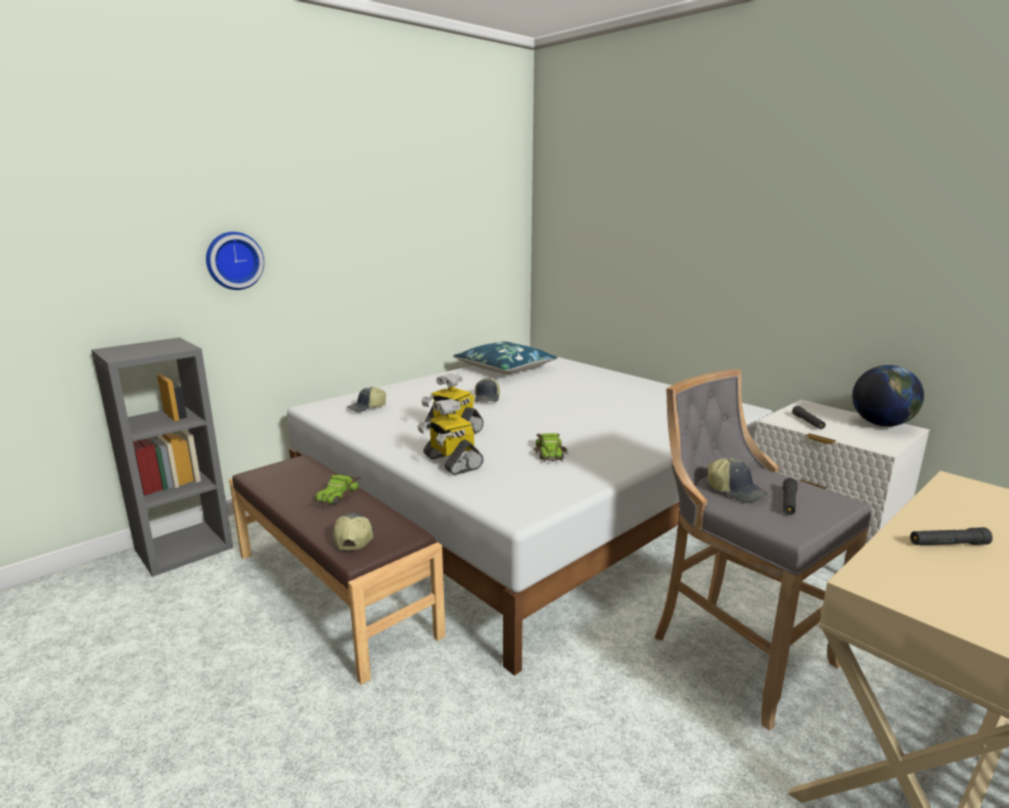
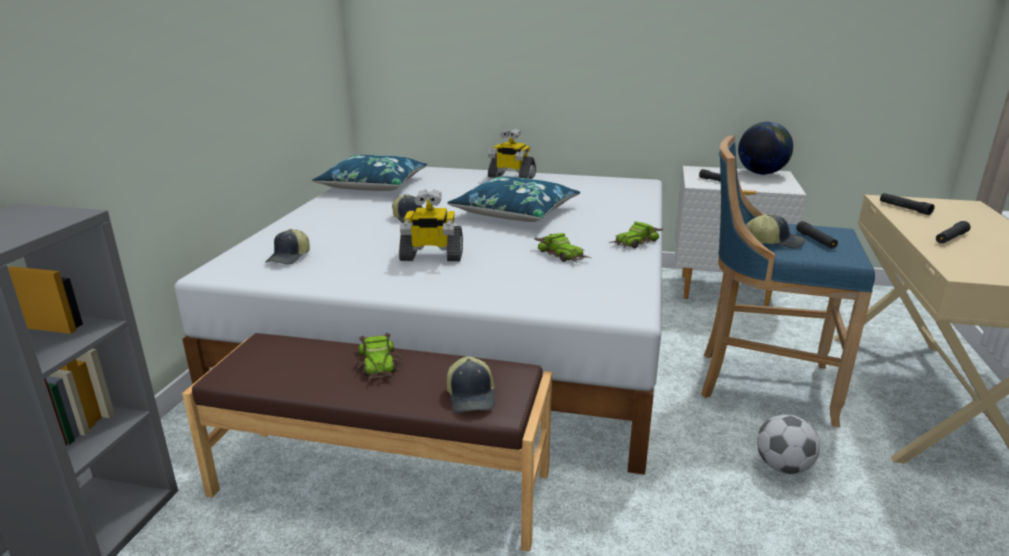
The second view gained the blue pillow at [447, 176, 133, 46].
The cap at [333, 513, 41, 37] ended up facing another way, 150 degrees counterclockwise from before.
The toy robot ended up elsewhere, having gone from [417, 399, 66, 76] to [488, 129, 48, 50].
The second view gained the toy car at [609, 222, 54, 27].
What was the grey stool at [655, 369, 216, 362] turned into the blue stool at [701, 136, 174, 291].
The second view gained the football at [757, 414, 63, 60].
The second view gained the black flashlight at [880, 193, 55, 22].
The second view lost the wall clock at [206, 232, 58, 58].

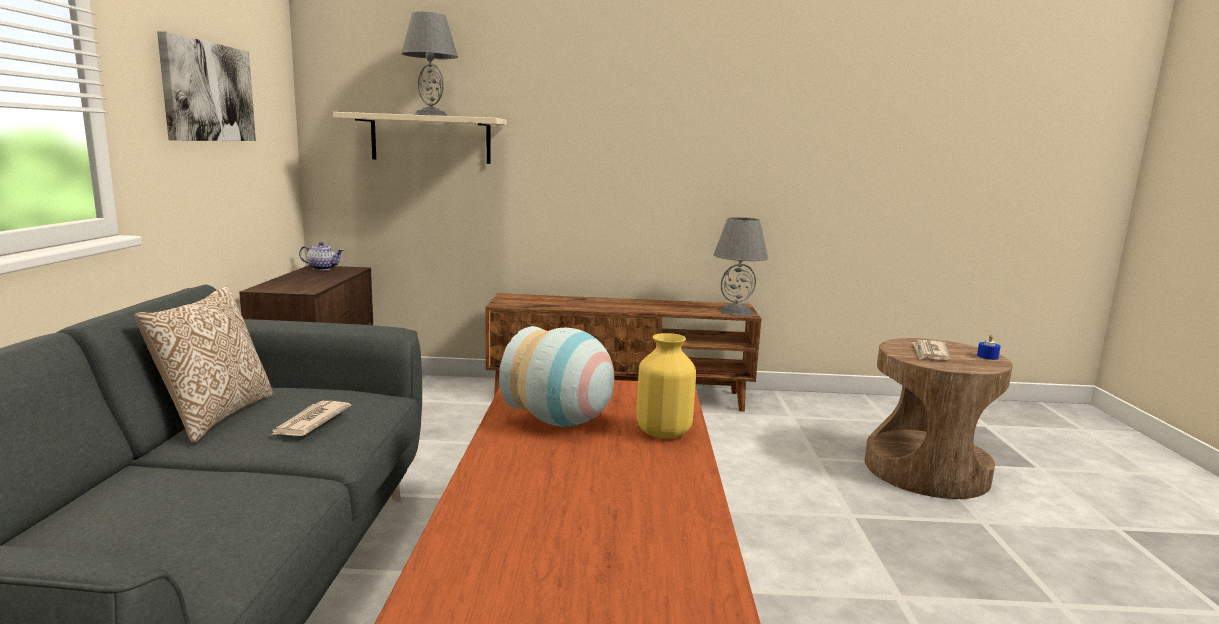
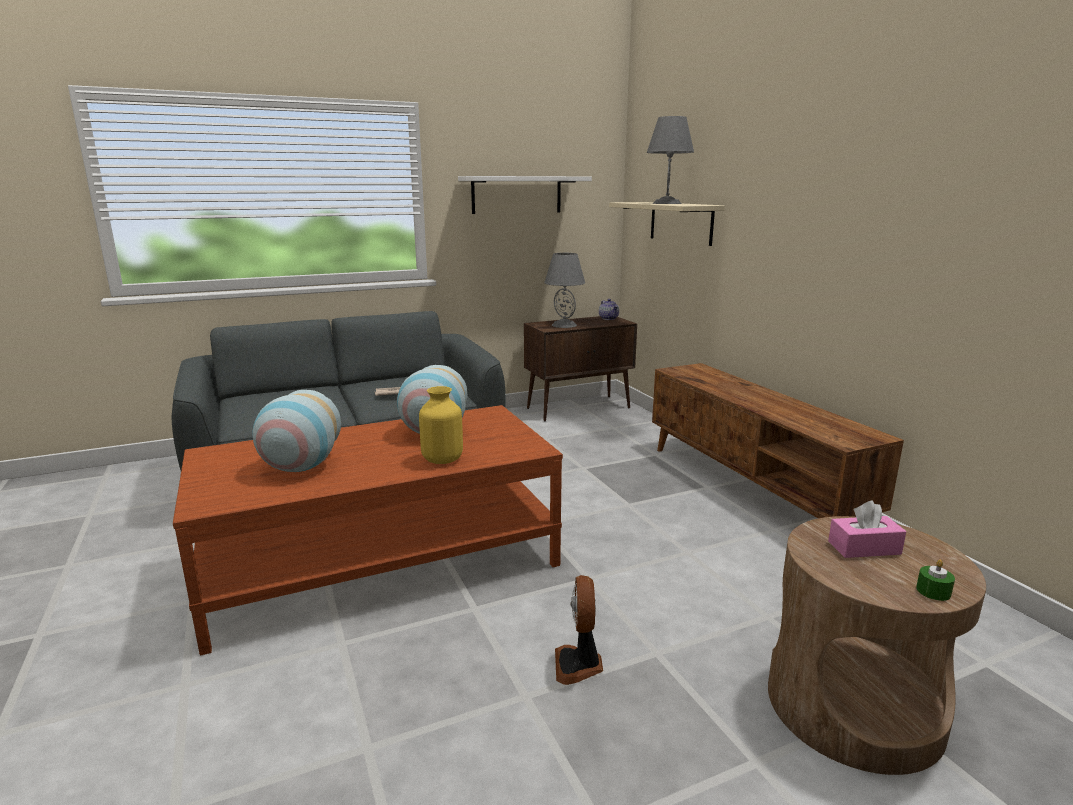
The second view gained the vase at [252, 390, 89, 82].
Where the picture hung at [157, 31, 99, 110], the white shelf came to hang at [458, 176, 134, 38].
The grey table lamp ended up elsewhere, having gone from [713, 217, 55, 99] to [544, 253, 41, 75].
The second view gained the fan at [555, 575, 48, 110].
Where the newspaper stood at [912, 340, 39, 20], the pink tissue box came to stand at [828, 501, 78, 57].
What was the blue candle at [977, 335, 24, 25] turned into the green candle at [916, 560, 39, 41].
The second view lost the pillow at [135, 285, 138, 158].

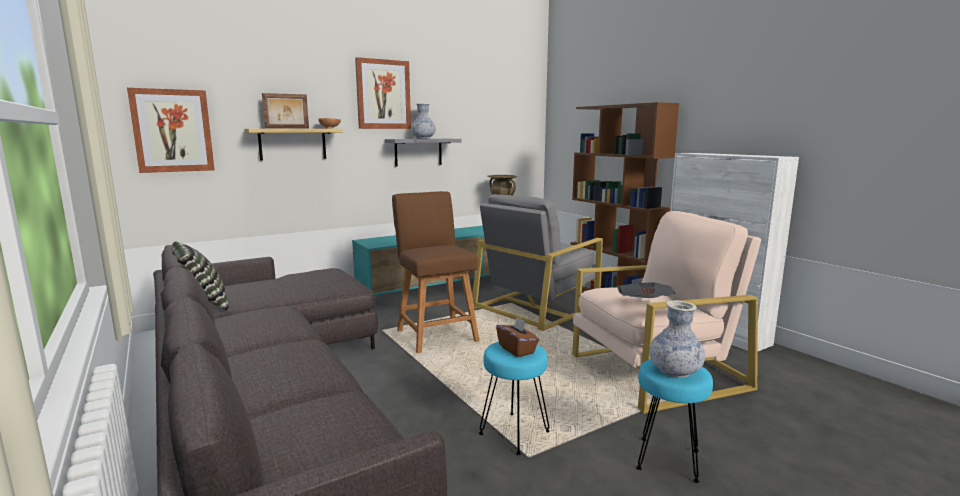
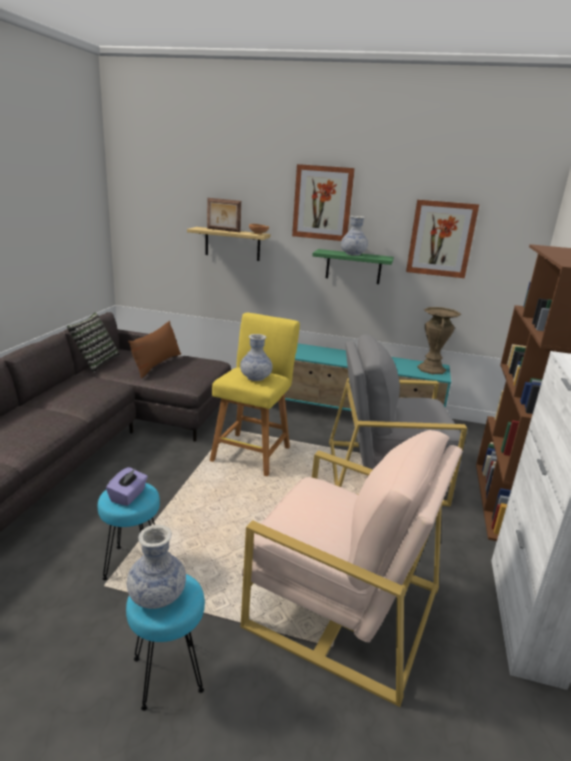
What was the brown tissue box at [496, 317, 43, 40] turned into the purple tissue box at [106, 467, 42, 39].
The second view gained the brown pillow at [128, 321, 53, 58].
What was the brown stool at [392, 191, 87, 162] turned into the yellow stool at [210, 313, 90, 163].
The second view gained the vase at [240, 334, 33, 47].
What was the grey shelf at [385, 139, 76, 28] turned into the green shelf at [312, 249, 82, 35].
The picture ended up elsewhere, having gone from [127, 88, 88, 85] to [406, 200, 73, 78].
The second view lost the newspaper at [617, 282, 58, 16].

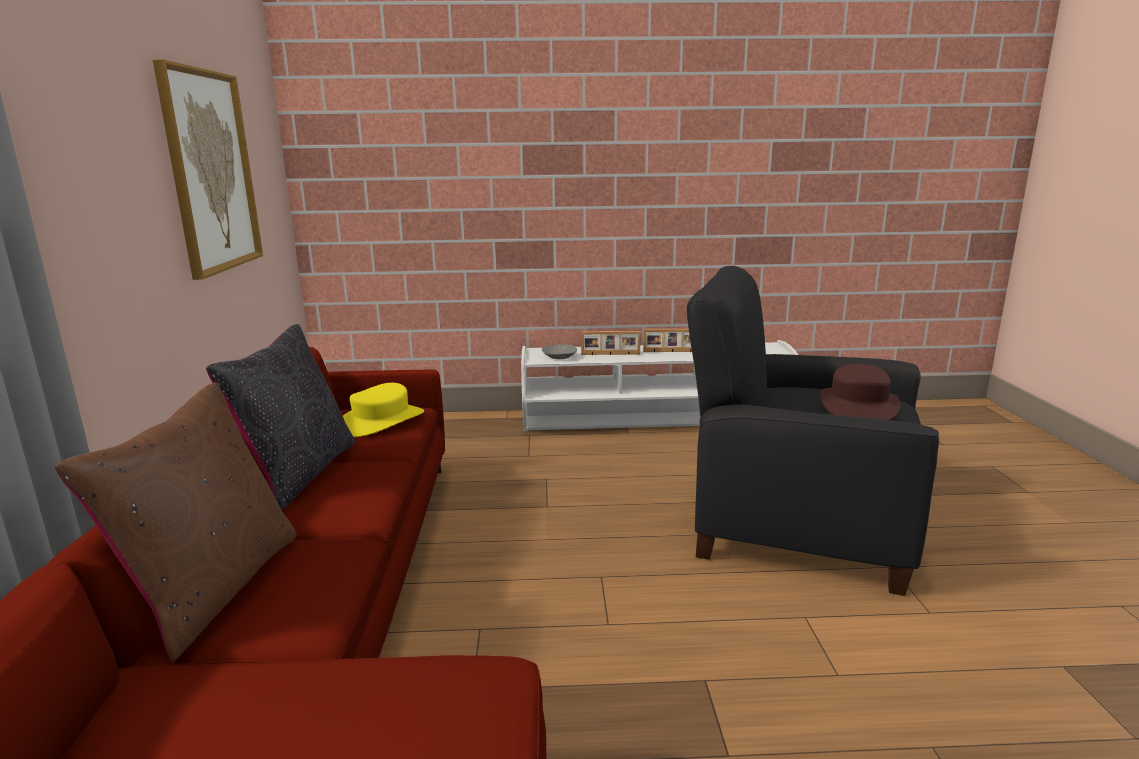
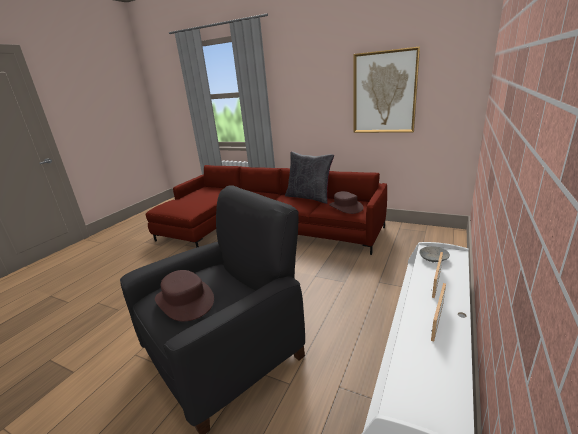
What was the yellow hat at [343, 383, 81, 54] turned into the brown hat at [329, 191, 34, 23].
The second view lost the brown pillow at [55, 382, 242, 280].

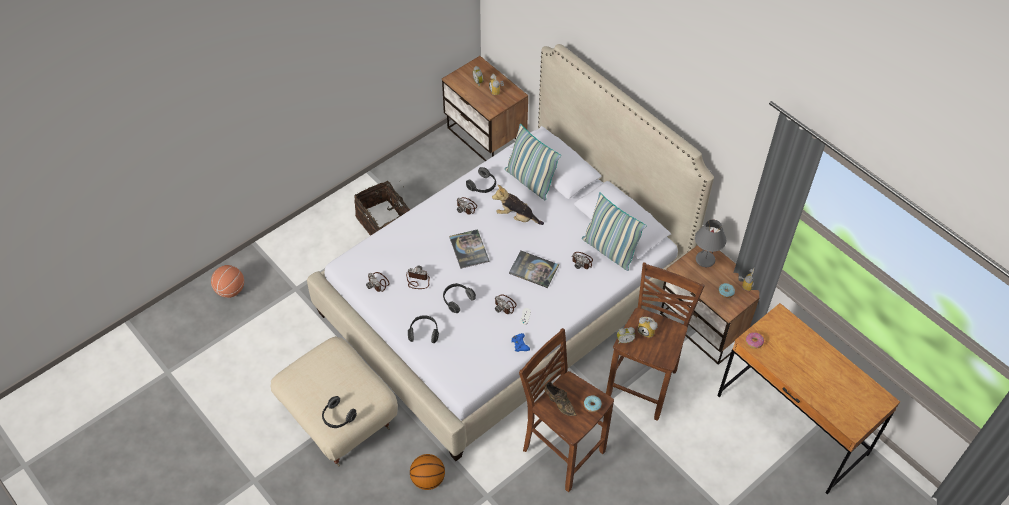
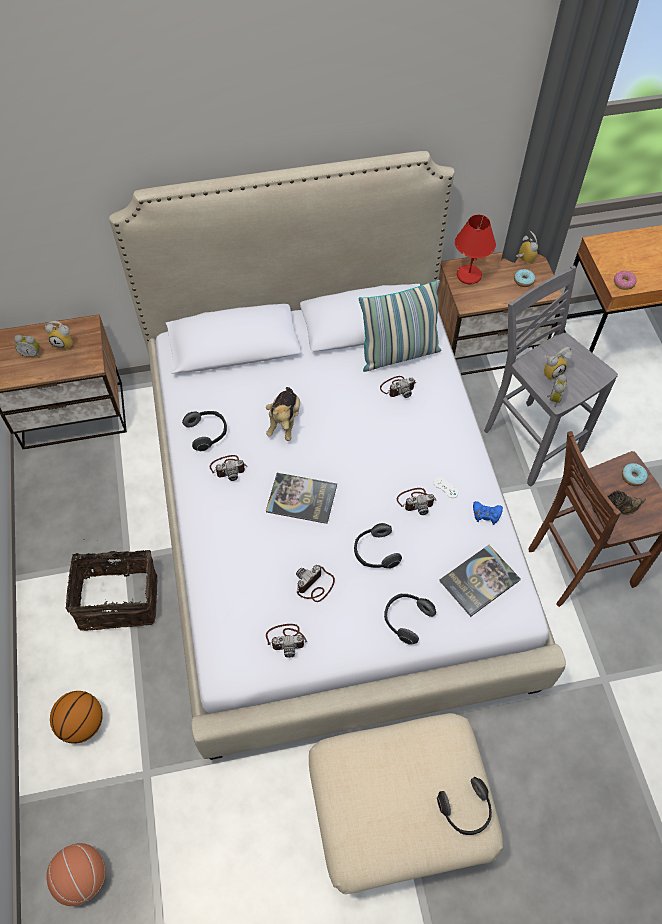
The basketball ended up elsewhere, having gone from [410, 454, 35, 36] to [50, 691, 53, 53].
The plush toy at [492, 185, 52, 40] ended up facing another way, 45 degrees counterclockwise from before.
The book ended up elsewhere, having gone from [509, 250, 50, 38] to [439, 545, 82, 72].
What was the grey table lamp at [695, 220, 31, 47] turned into the red table lamp at [455, 215, 41, 69].
What was the brown stool at [606, 262, 99, 159] turned into the grey stool at [484, 265, 134, 222].
The second view lost the pillow at [505, 124, 56, 76].

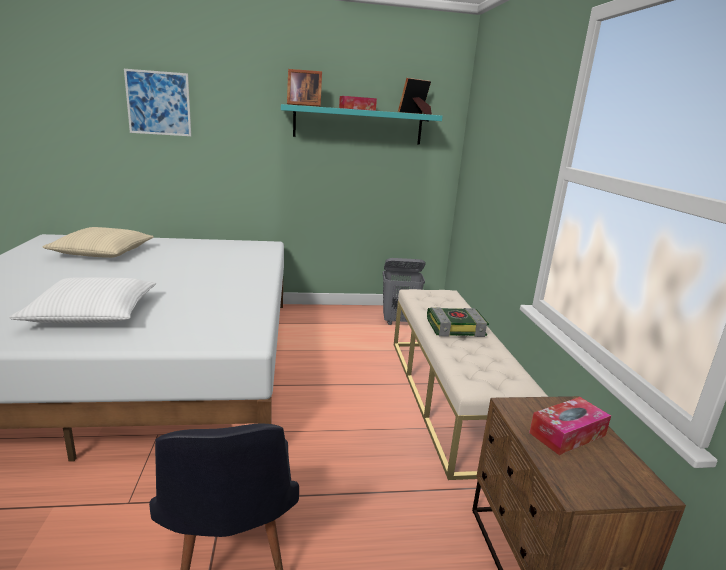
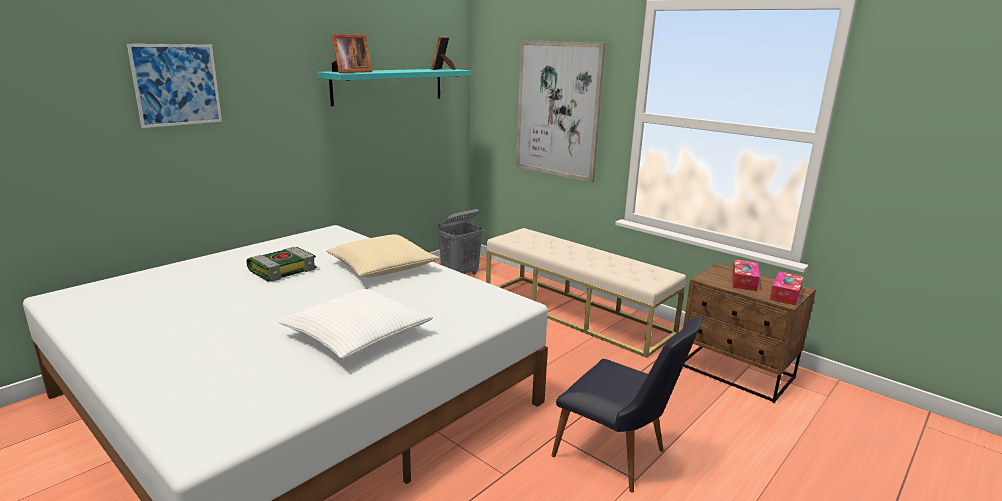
The book ended up elsewhere, having gone from [427, 307, 62, 30] to [247, 247, 70, 35].
The beige pillow ended up elsewhere, having gone from [42, 227, 112, 31] to [326, 234, 114, 43].
The second view gained the picture at [516, 40, 90, 143].
The tissue box ended up elsewhere, having gone from [339, 96, 38, 15] to [770, 271, 34, 35].

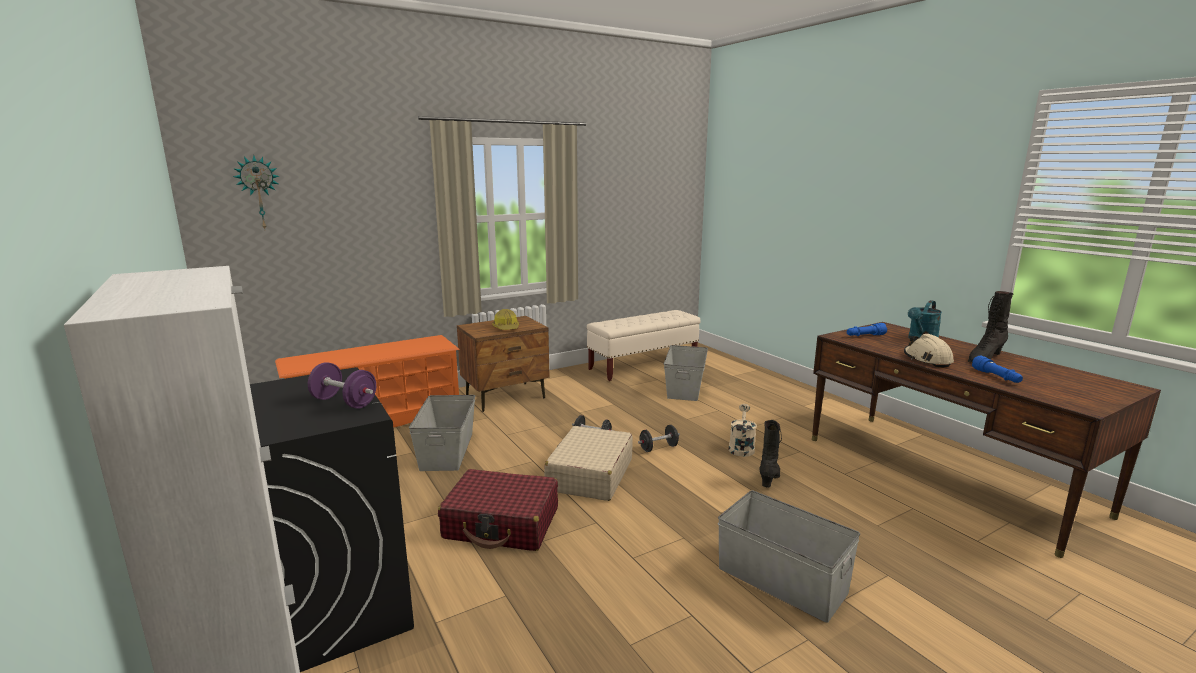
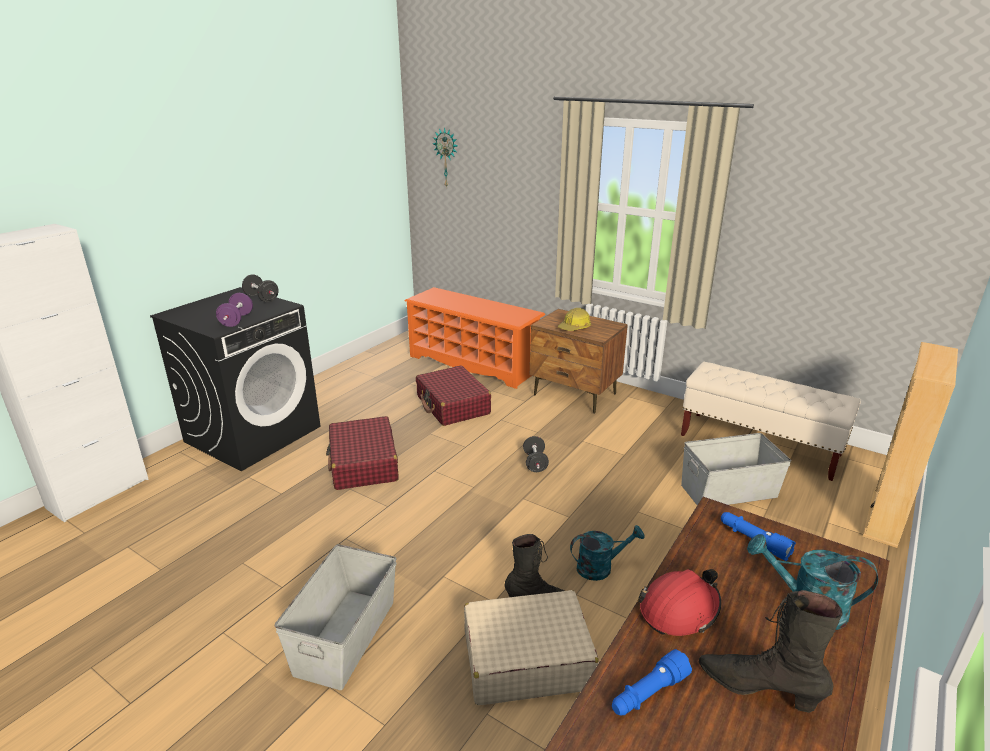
The black dumbbell ended up elsewhere, having gone from [638, 425, 42, 27] to [242, 274, 37, 28].
Where the grey storage box stood at [409, 395, 66, 76], the red suitcase came to stand at [416, 366, 75, 60].
The beige suitcase ended up elsewhere, having gone from [544, 426, 89, 75] to [464, 590, 135, 115].
What was the beige watering can at [729, 404, 28, 53] turned into the turquoise watering can at [570, 525, 75, 56].
What was the beige hard hat at [904, 334, 50, 33] turned into the red hard hat at [637, 569, 84, 67].
The second view gained the beige bookcase at [862, 342, 96, 206].

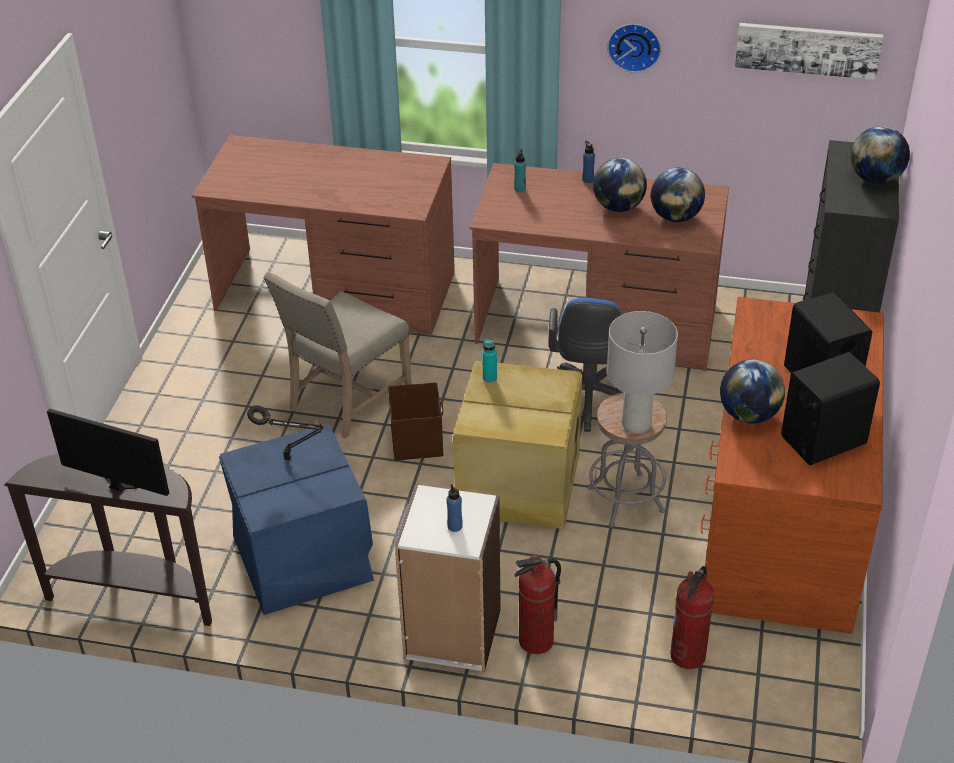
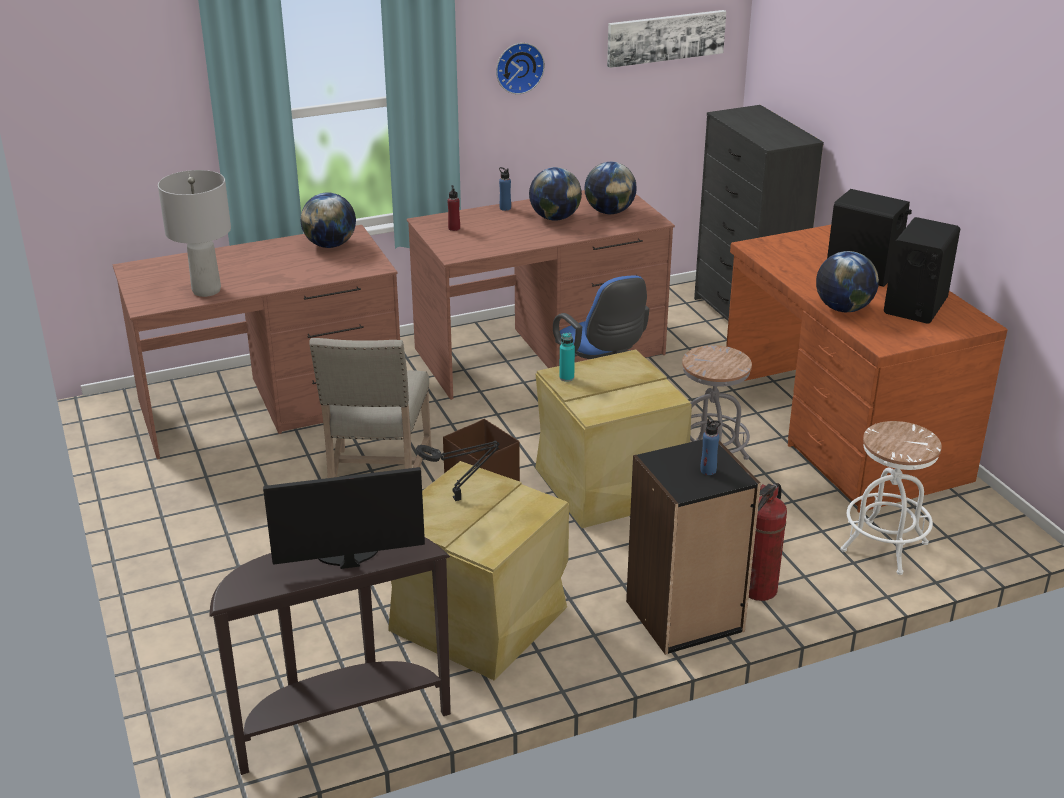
The grey table lamp ended up elsewhere, having gone from [607, 311, 71, 123] to [158, 170, 73, 127].
The globe ended up elsewhere, having gone from [851, 126, 59, 58] to [300, 192, 56, 56].
What was the blue storage box at [219, 424, 155, 191] turned into the beige storage box at [388, 461, 181, 220].
What was the turquoise bottle at [514, 149, 12, 43] turned into the red bottle at [447, 185, 13, 46].
What was the white bookcase at [395, 484, 106, 188] turned into the black bookcase at [626, 439, 135, 216].
Where the fire extinguisher stood at [670, 566, 44, 103], the white stool came to stand at [841, 421, 101, 154].

